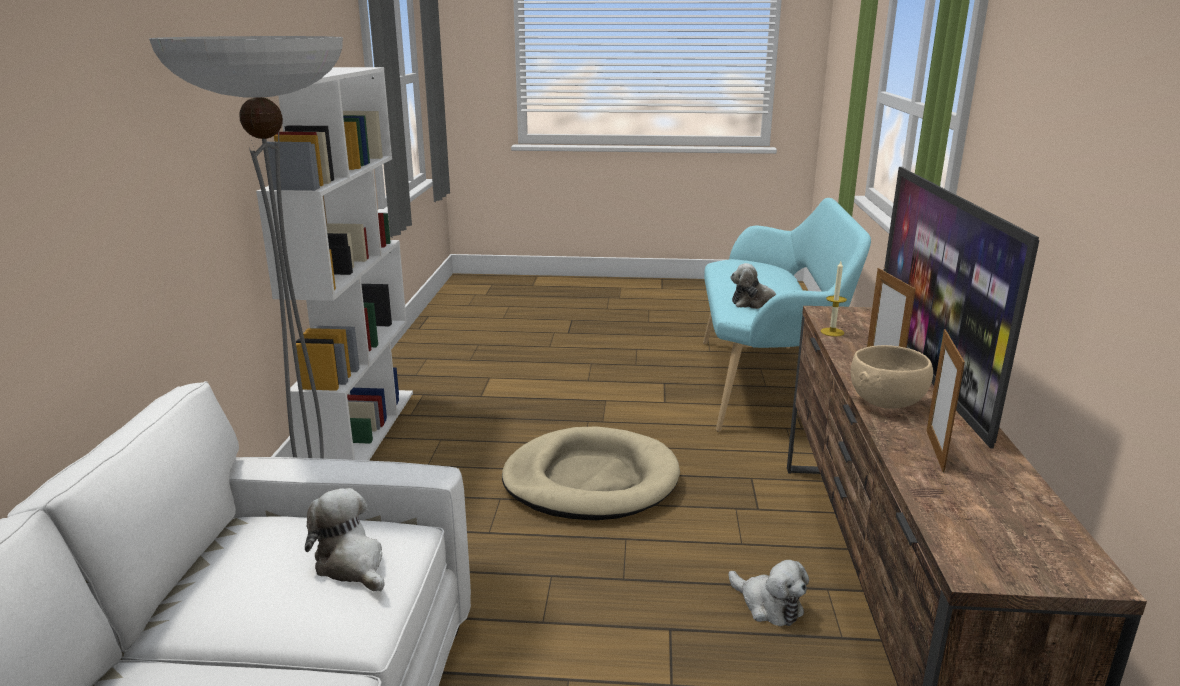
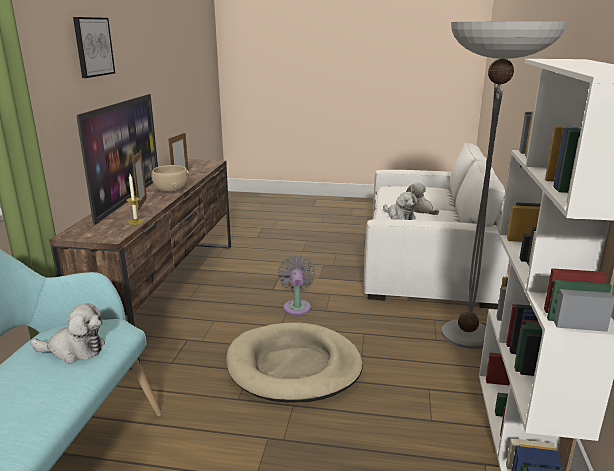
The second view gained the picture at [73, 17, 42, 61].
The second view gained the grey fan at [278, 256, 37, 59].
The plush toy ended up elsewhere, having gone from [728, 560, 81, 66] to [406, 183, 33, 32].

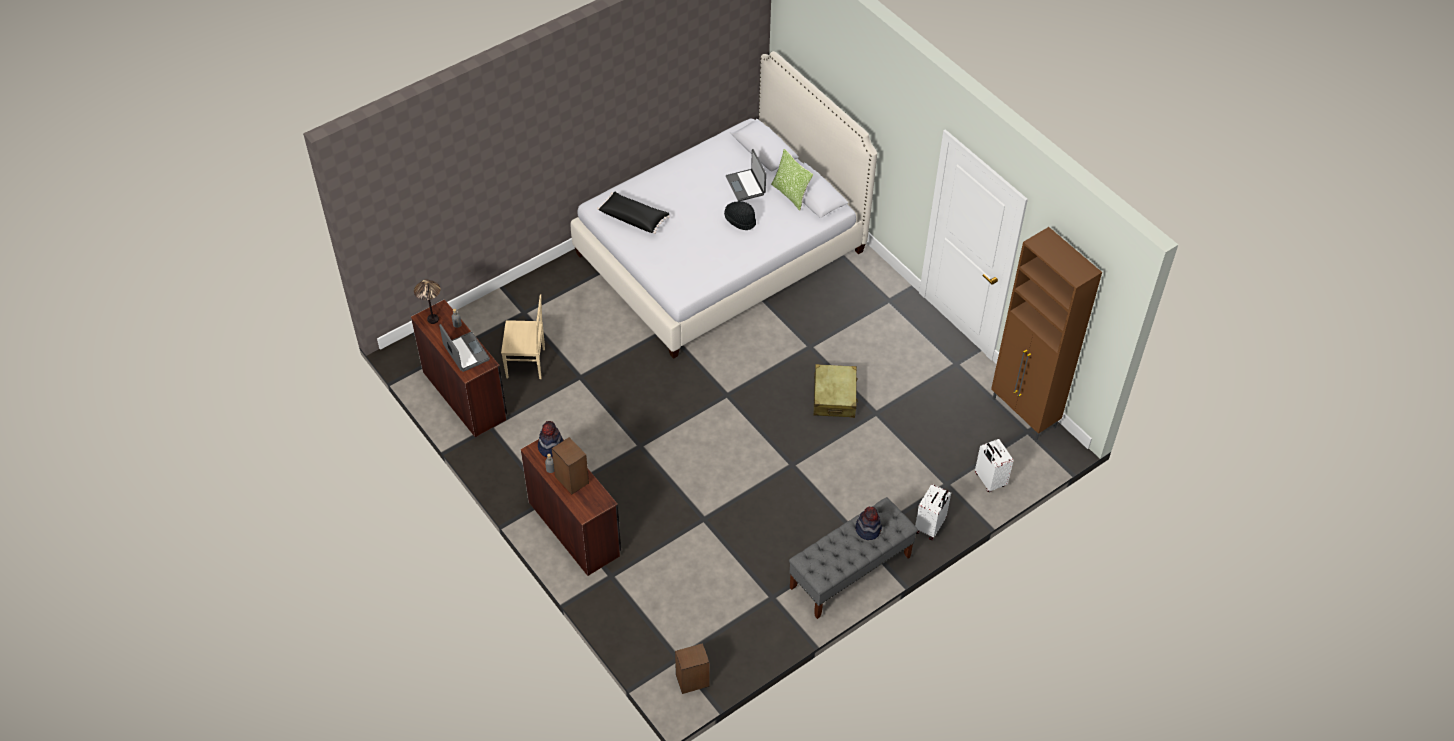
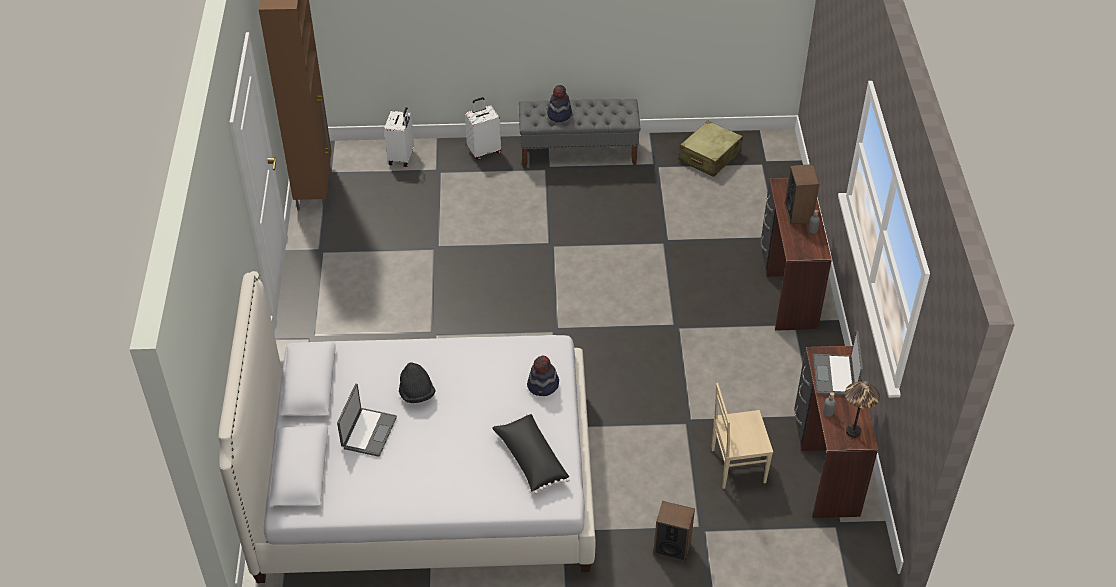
The hat ended up elsewhere, having gone from [538, 421, 25, 36] to [527, 355, 32, 41].
The speaker ended up elsewhere, having gone from [675, 643, 34, 51] to [653, 501, 42, 61].
The beige suitcase ended up elsewhere, having gone from [813, 364, 45, 54] to [679, 120, 64, 57].
The beige chair at [501, 295, 44, 84] ended up facing another way, 45 degrees counterclockwise from before.
The second view lost the pillow at [771, 149, 42, 62].

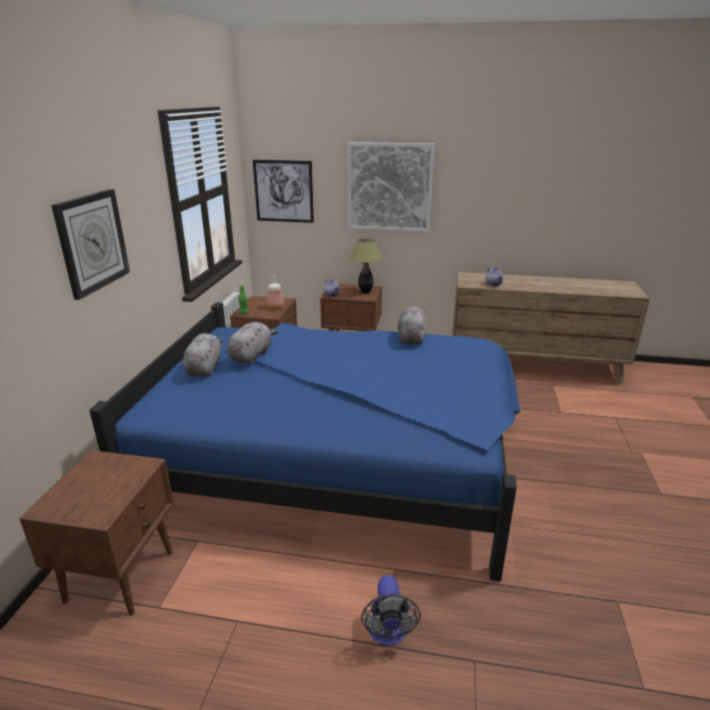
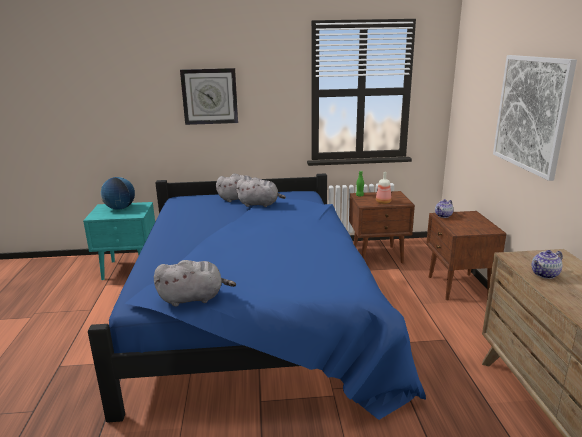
What was the brown nightstand at [19, 450, 155, 166] turned into the turquoise nightstand at [83, 202, 72, 78].
The second view gained the globe at [100, 177, 35, 33].
The grey plush toy ended up elsewhere, having gone from [398, 306, 29, 39] to [154, 260, 82, 47].
The second view lost the picture at [253, 160, 61, 63].
The second view lost the table lamp at [350, 238, 32, 56].
The second view lost the fan at [361, 575, 60, 71].

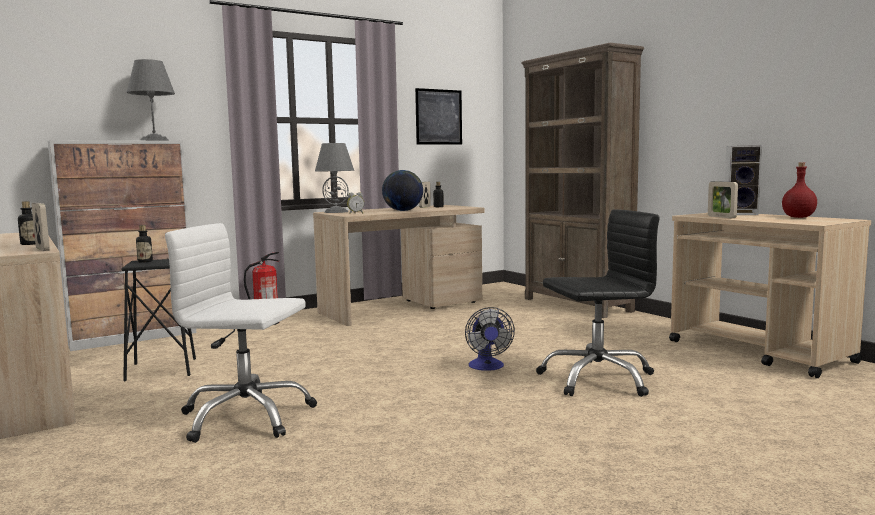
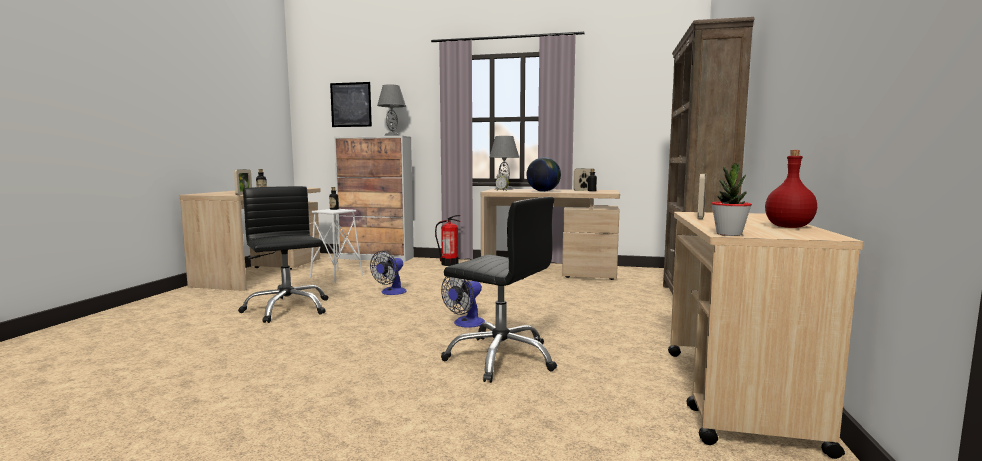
What was the white office chair at [165, 223, 152, 220] turned into the black office chair at [238, 186, 90, 137].
What was the black stool at [122, 259, 74, 123] turned into the white stool at [310, 209, 53, 74].
The picture ended up elsewhere, having gone from [415, 88, 47, 57] to [330, 82, 42, 45].
The second view gained the fan at [370, 251, 37, 44].
The second view gained the potted plant at [711, 163, 41, 73].
The second view lost the speaker at [725, 145, 37, 70].

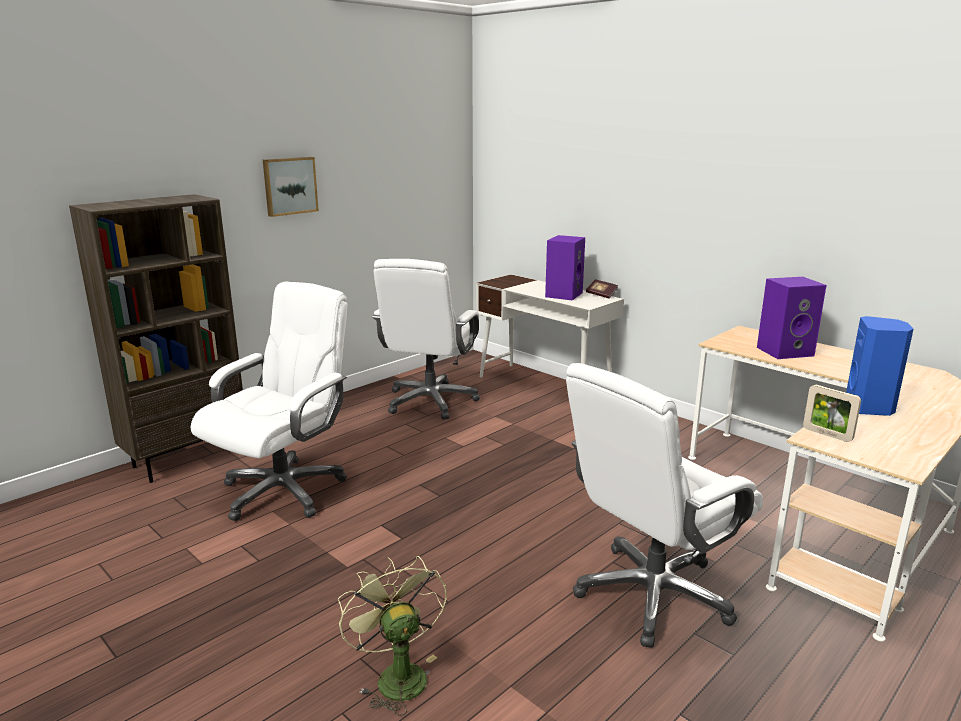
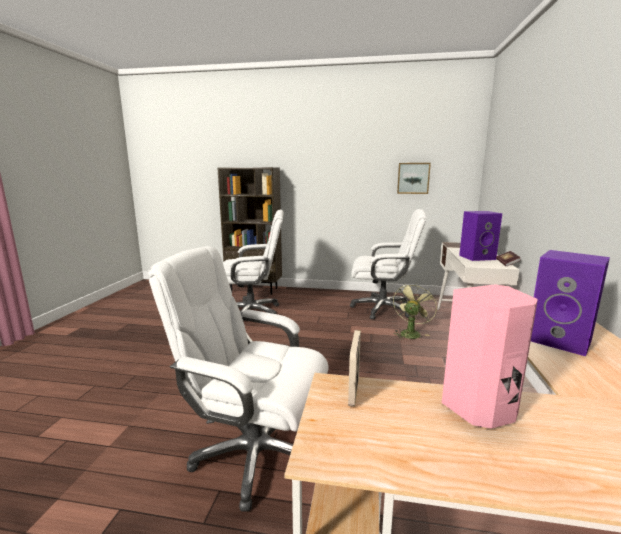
The white office chair at [372, 259, 108, 161] ended up facing another way, 150 degrees counterclockwise from before.
The green fan ended up elsewhere, having gone from [338, 556, 109, 160] to [393, 282, 44, 58].
The picture ended up elsewhere, having gone from [263, 157, 56, 60] to [397, 163, 34, 31].
What was the blue speaker at [846, 316, 67, 100] turned into the pink speaker at [442, 284, 96, 145].

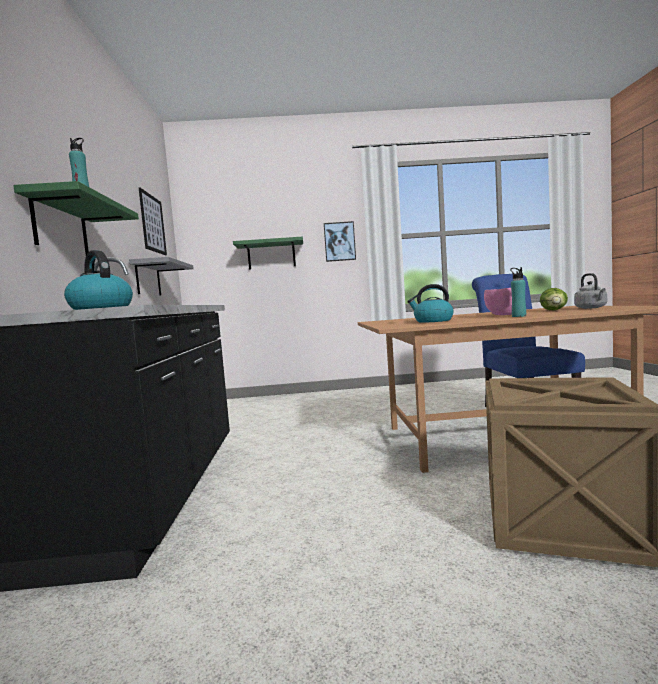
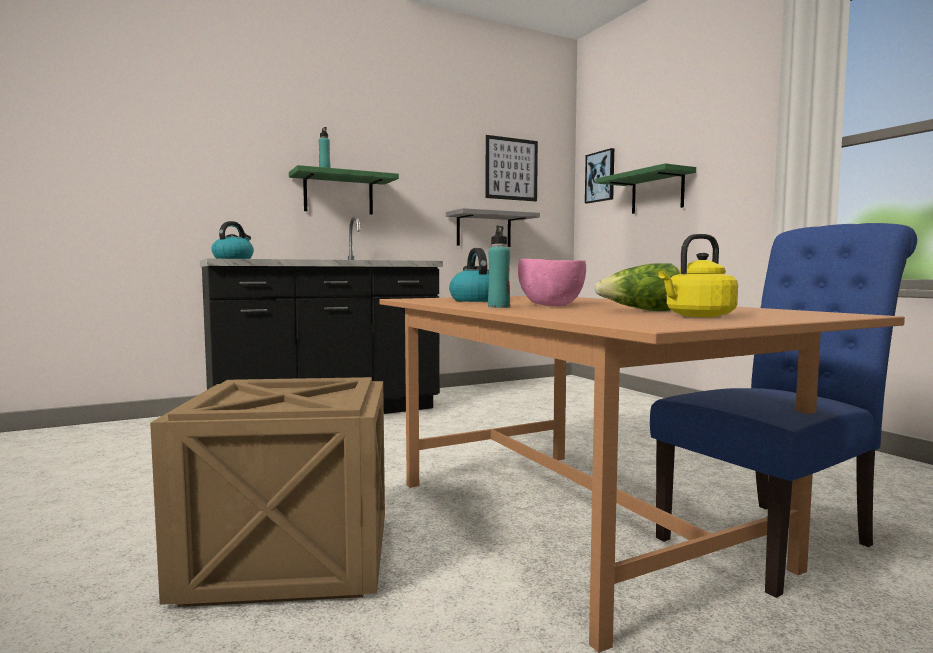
The picture ended up elsewhere, having gone from [324, 221, 32, 41] to [585, 148, 29, 56].
What was the grey kettle at [574, 273, 33, 36] turned into the yellow kettle at [658, 234, 80, 83].

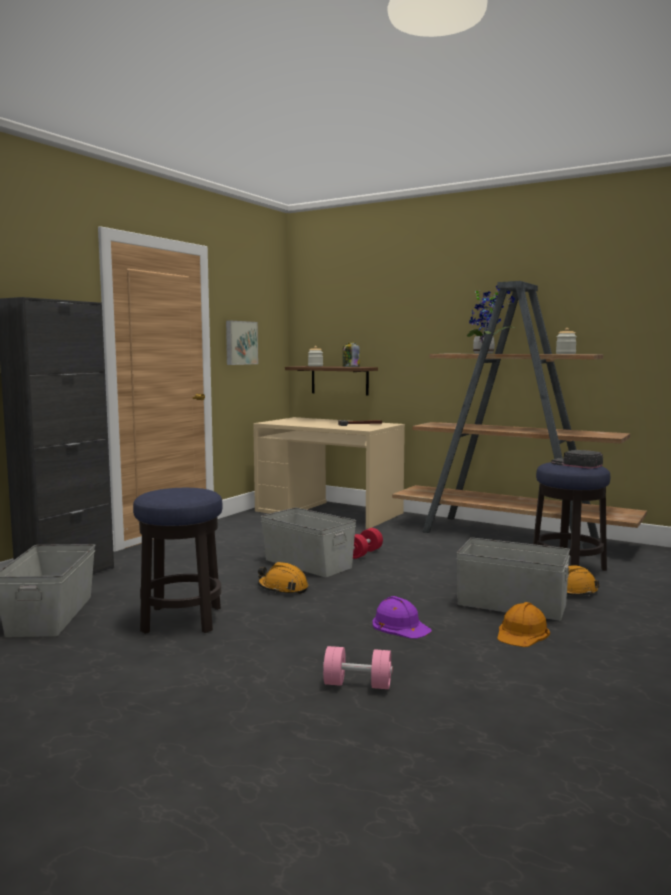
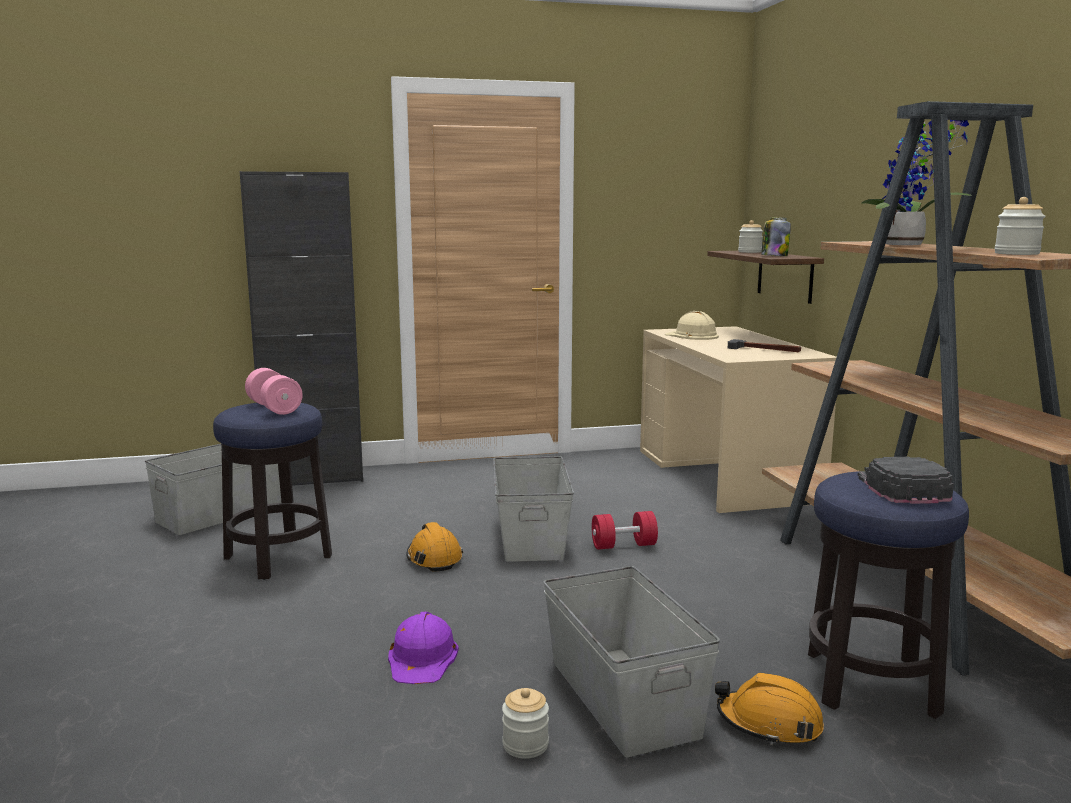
The pink dumbbell ended up elsewhere, having gone from [323, 646, 70, 43] to [245, 368, 57, 47].
Where the orange hard hat stood at [497, 602, 53, 45], the jar came to stand at [502, 688, 47, 71].
The second view gained the beige hard hat at [664, 311, 55, 29].
The second view lost the picture at [226, 321, 32, 44].

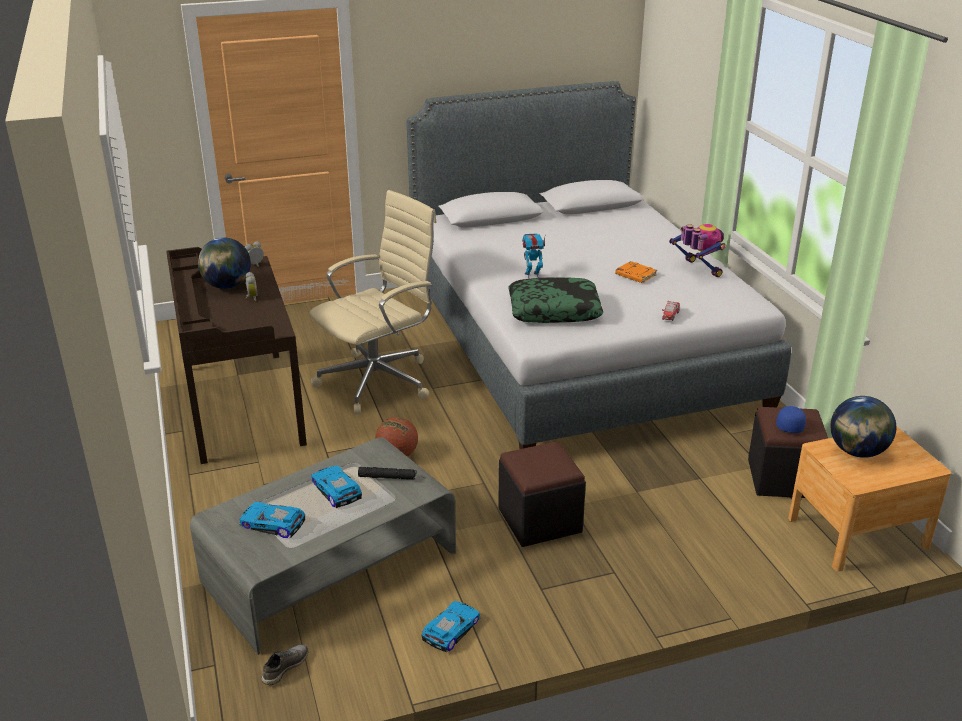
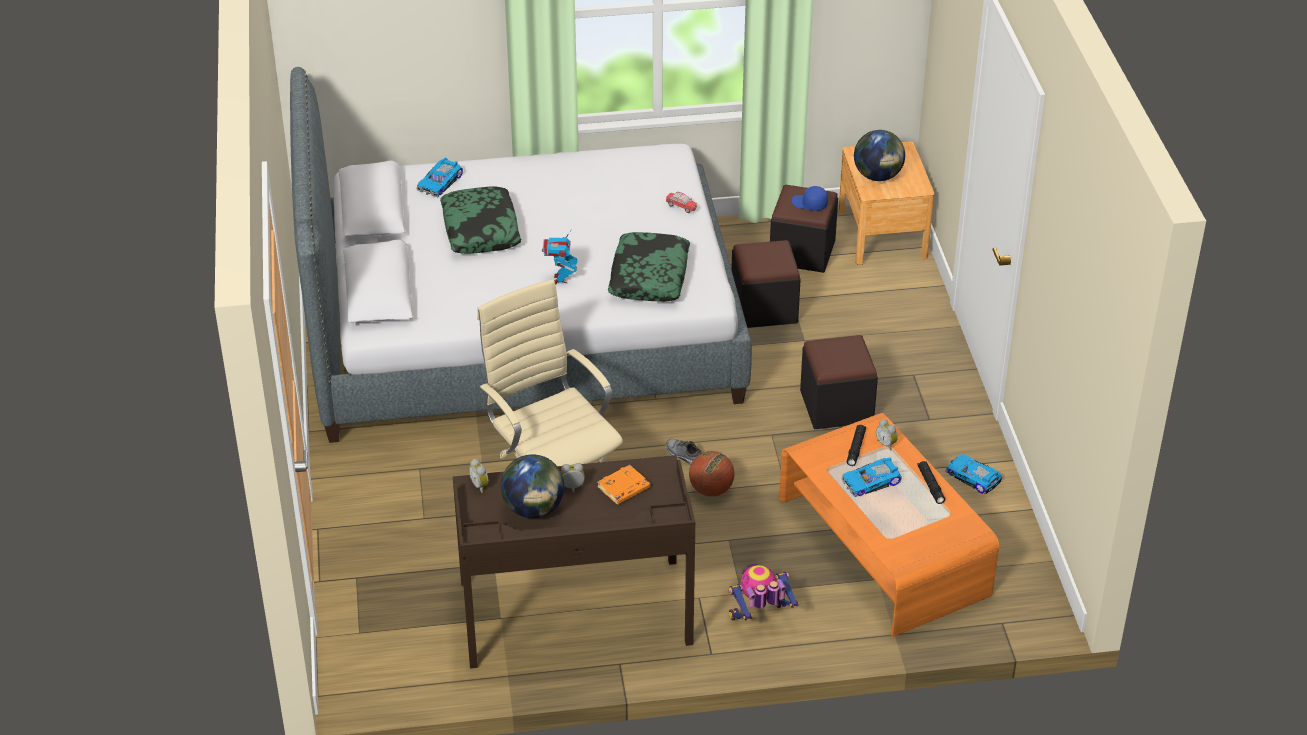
The toy car ended up elsewhere, having gone from [239, 502, 66, 36] to [416, 158, 47, 40].
The second view gained the pillow at [440, 186, 81, 68].
The orange book ended up elsewhere, having gone from [615, 261, 42, 22] to [597, 465, 53, 39].
The grey shoe ended up elsewhere, having gone from [262, 645, 47, 40] to [666, 439, 36, 26].
The toy robot ended up elsewhere, having gone from [669, 224, 57, 53] to [728, 564, 71, 57].
The second view gained the black ottoman at [732, 240, 69, 88].
What was the grey coffee table at [190, 437, 266, 218] turned into the orange coffee table at [779, 413, 220, 224].
The second view gained the alarm clock at [876, 419, 22, 32].
The second view gained the black flashlight at [917, 461, 28, 43].

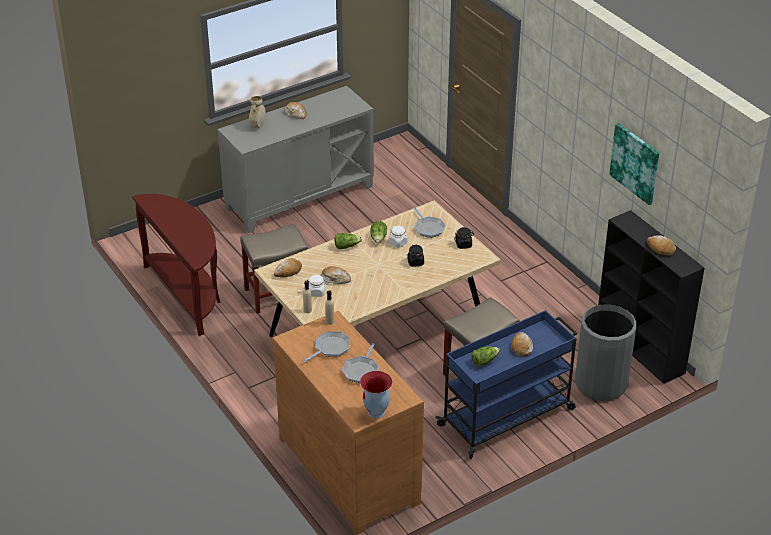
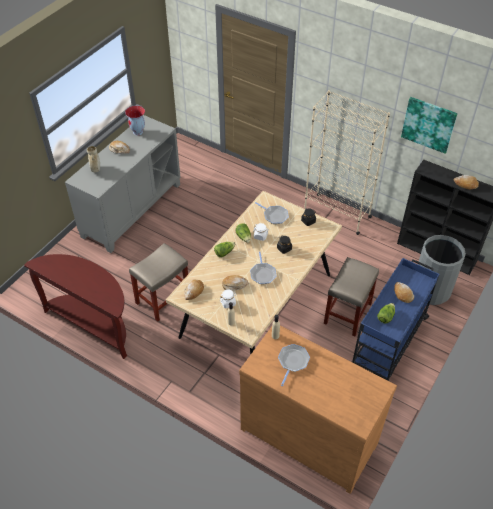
The vase ended up elsewhere, having gone from [360, 371, 32, 47] to [125, 106, 20, 30].
The frying pan ended up elsewhere, having gone from [342, 343, 37, 40] to [250, 251, 27, 33].
The second view gained the beige bookcase at [304, 90, 86, 145].

